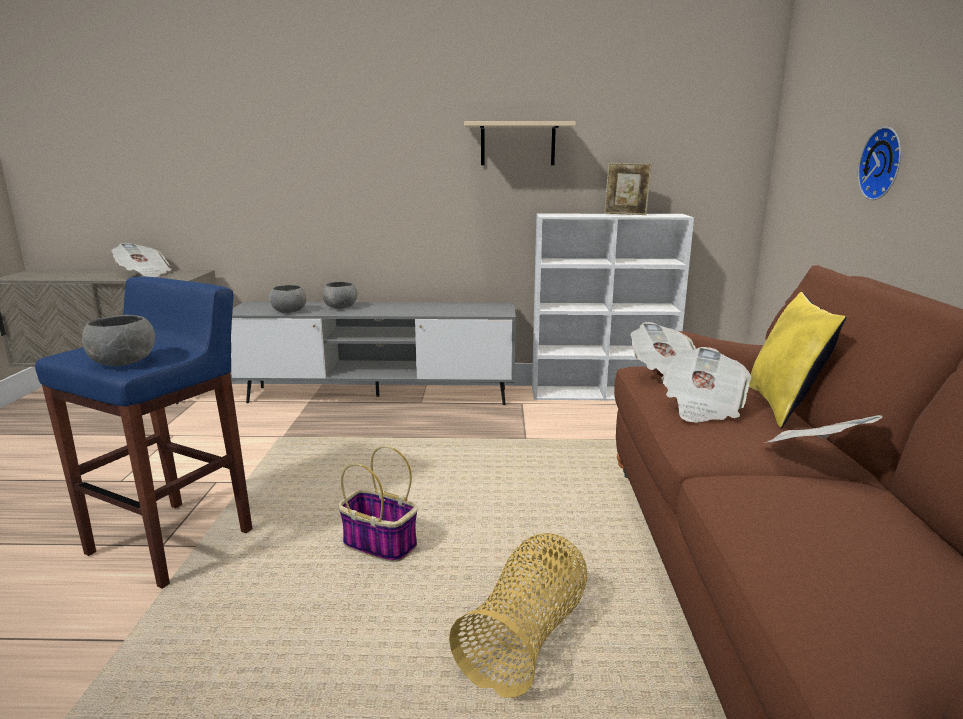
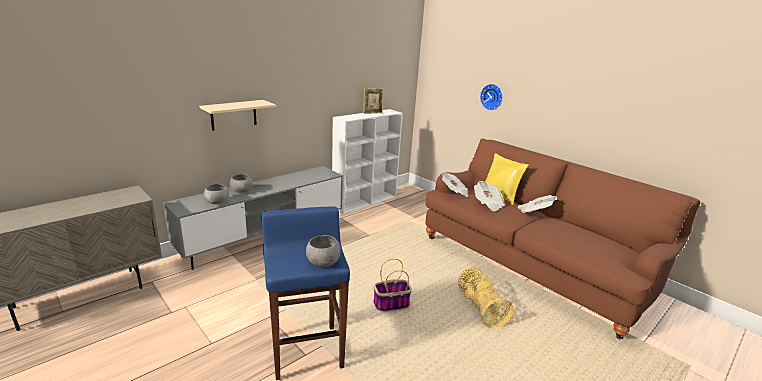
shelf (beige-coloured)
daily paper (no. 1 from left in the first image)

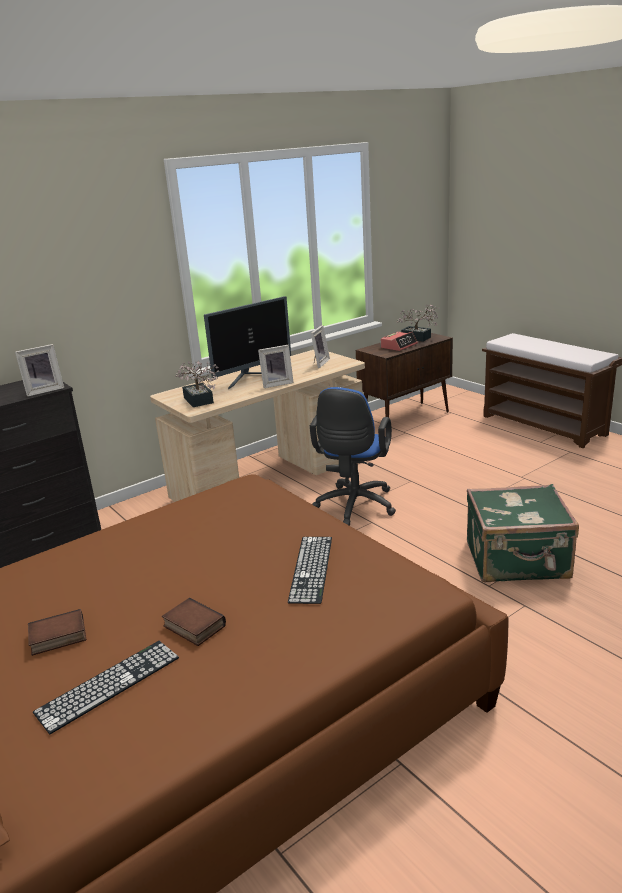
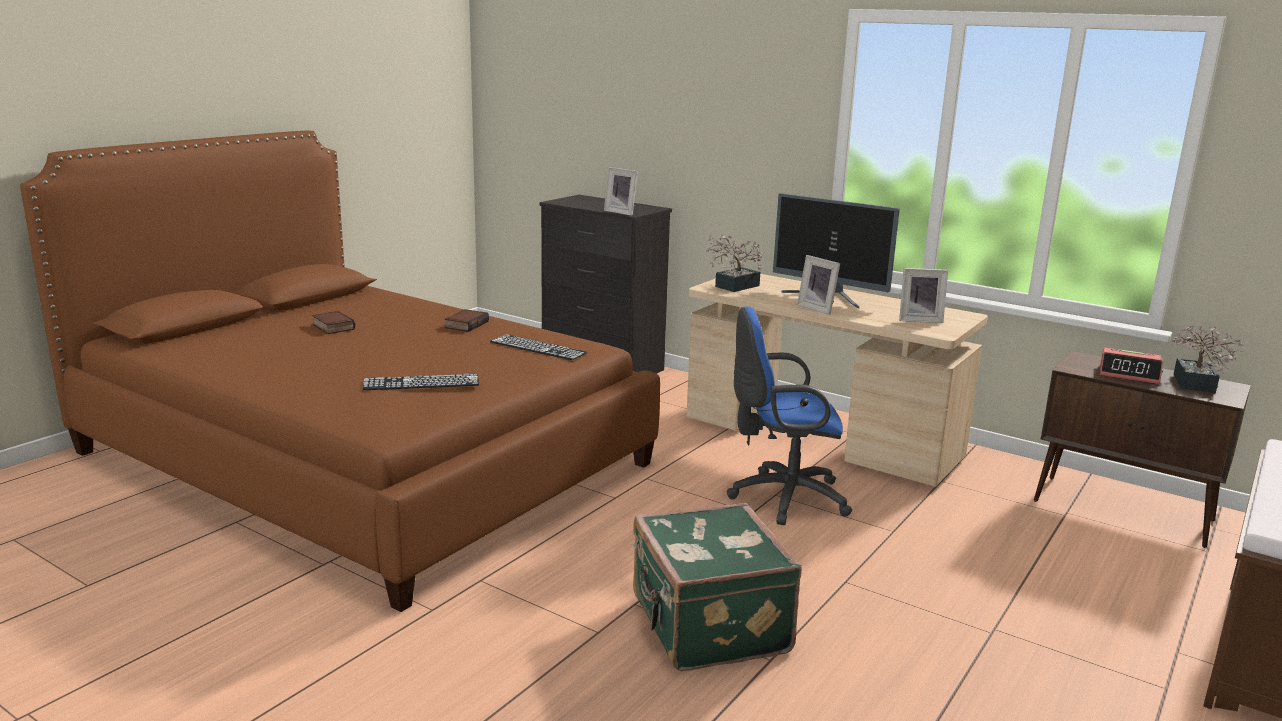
volume (no. 2 from left)
PC keyboard (no. 2 from left)

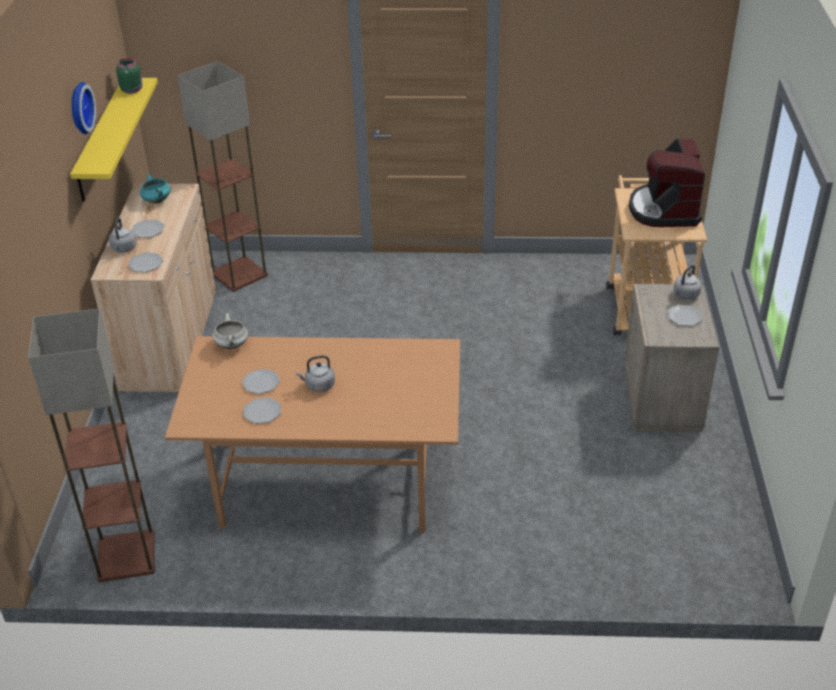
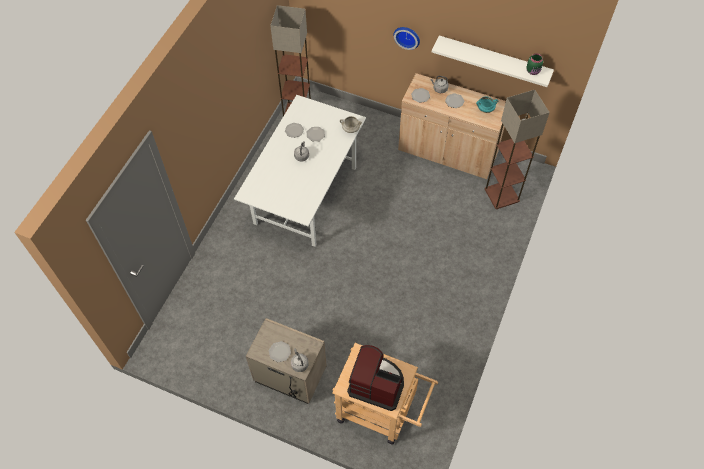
kitchen table (white)
hanging clock
shelf (white)

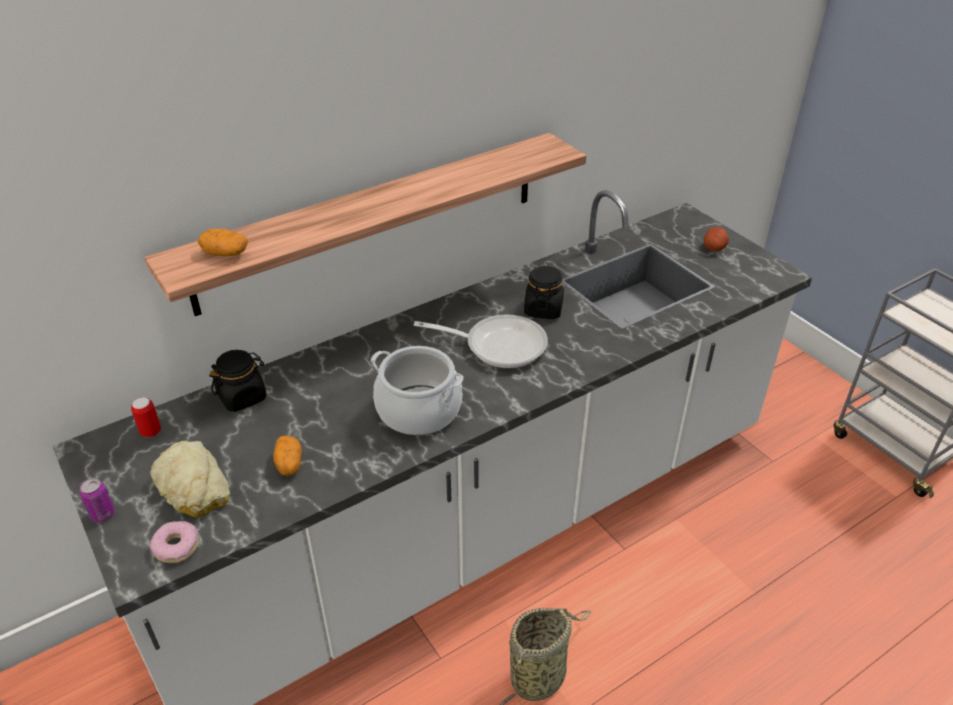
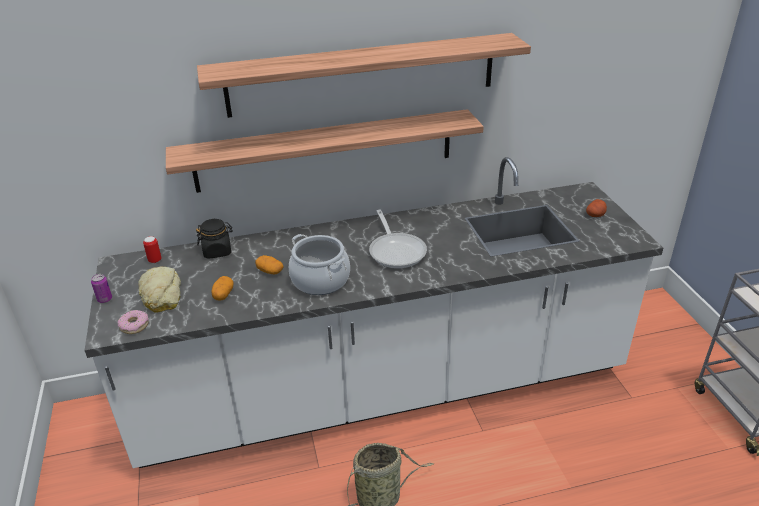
shelf (no. 2 from left)
potato (no. 2 from left)
skillet
preserve jar (black) (no. 2 from left in the first image)

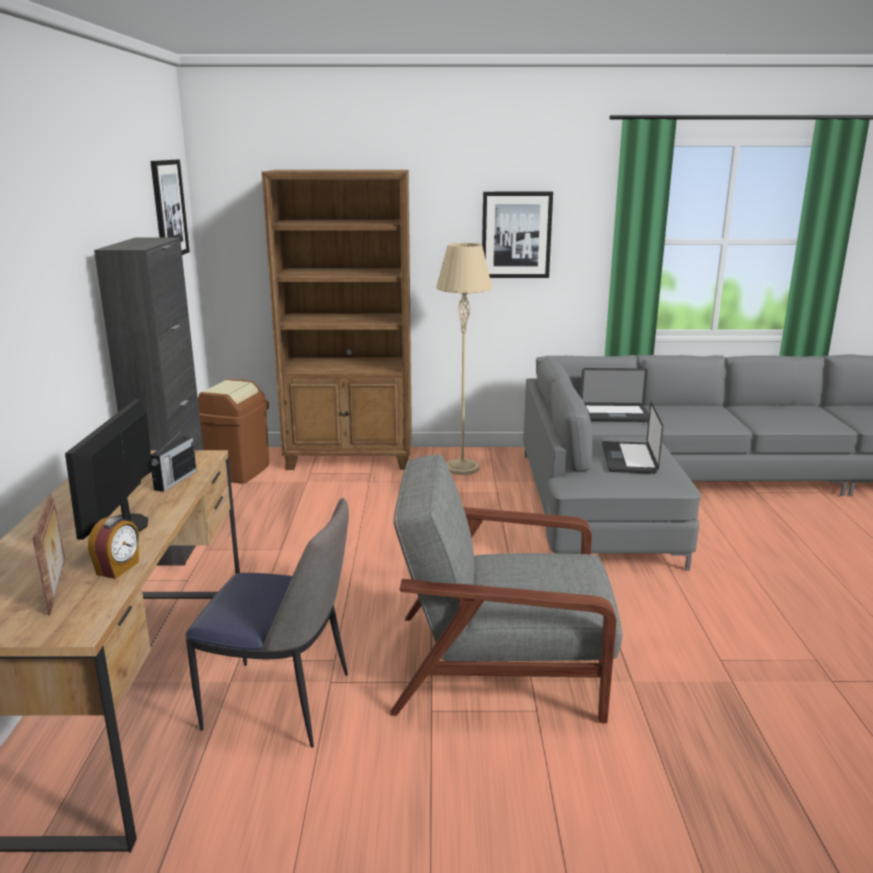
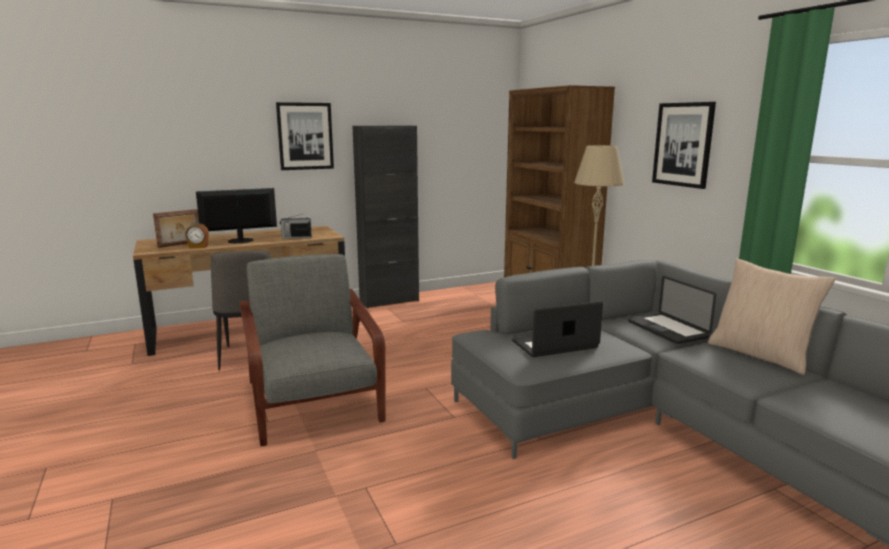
wall picture (no. 1 from left)
cushion (beige-coloured)
trash can (brownish)

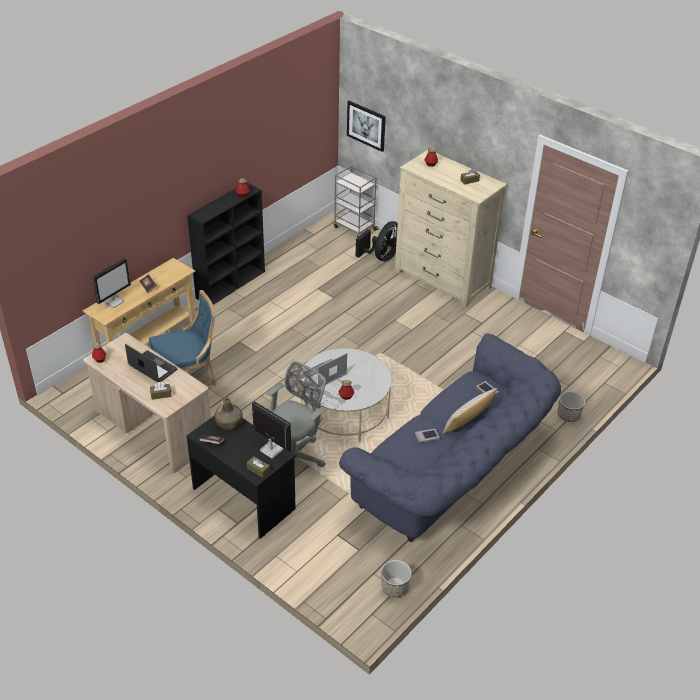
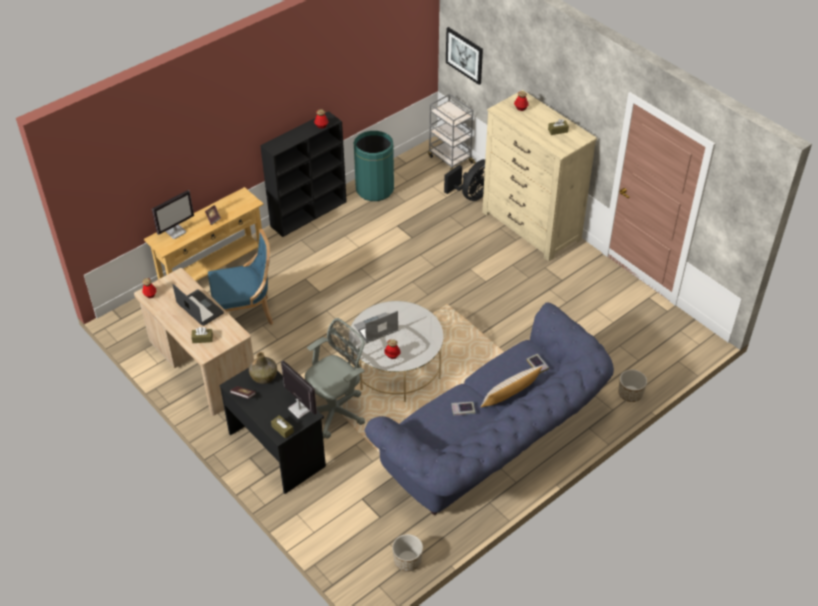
trash can (green-coloured)

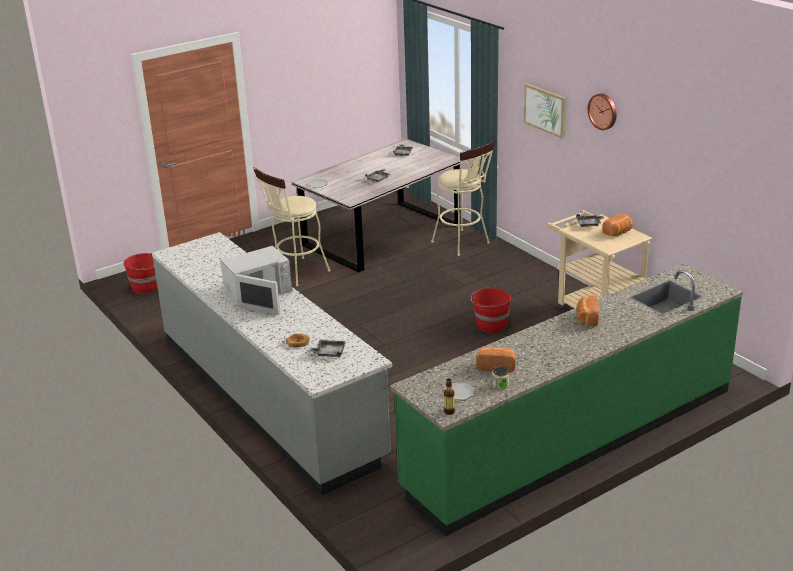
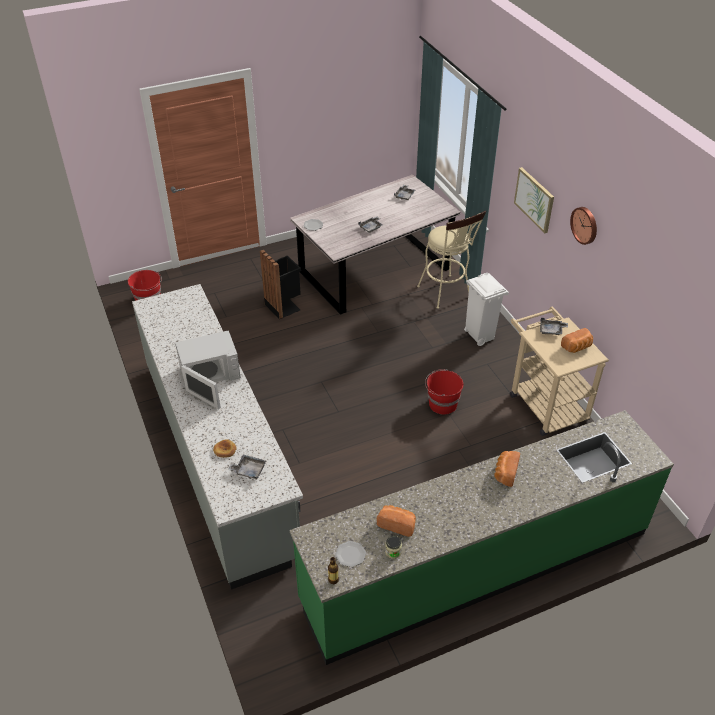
trash can (black)
trash can (white)

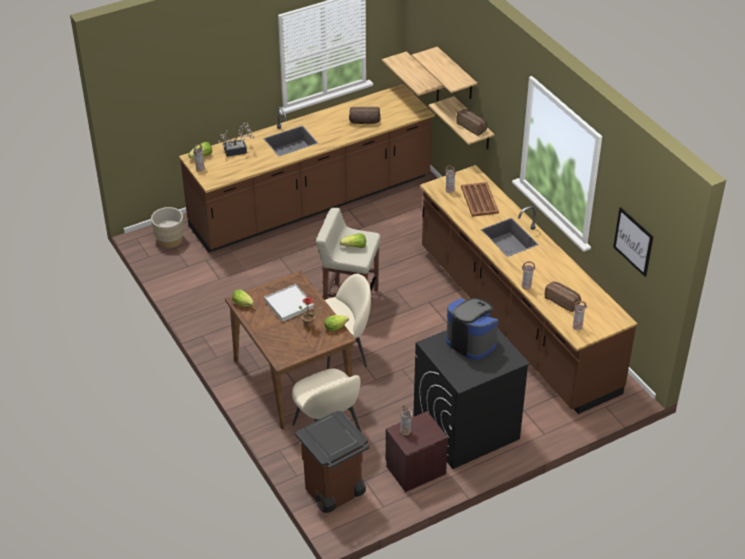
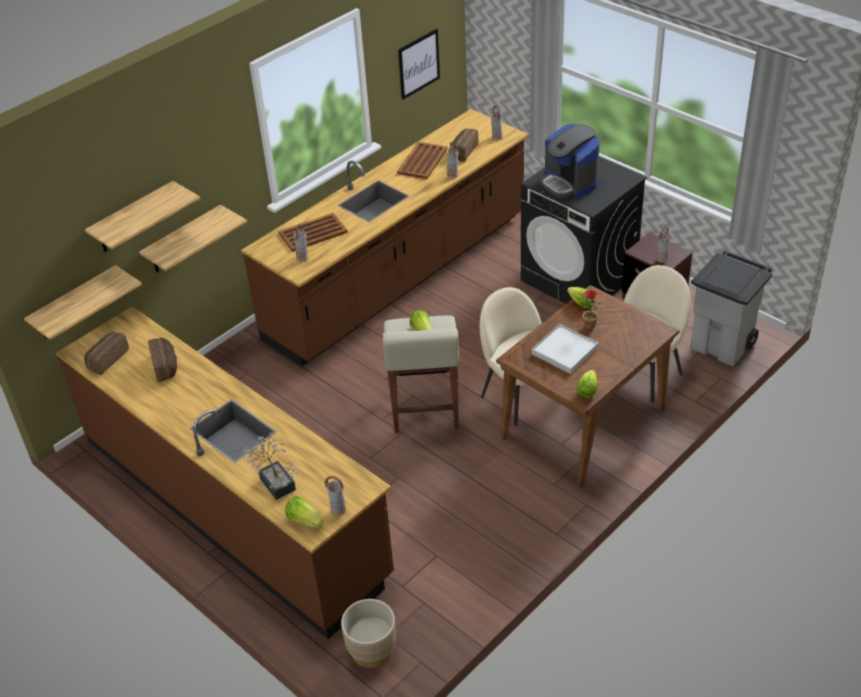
baked bread (no. 1 from left)
tray (brownish) (no. 2 from left)
coffee brewer
trash can (grey)

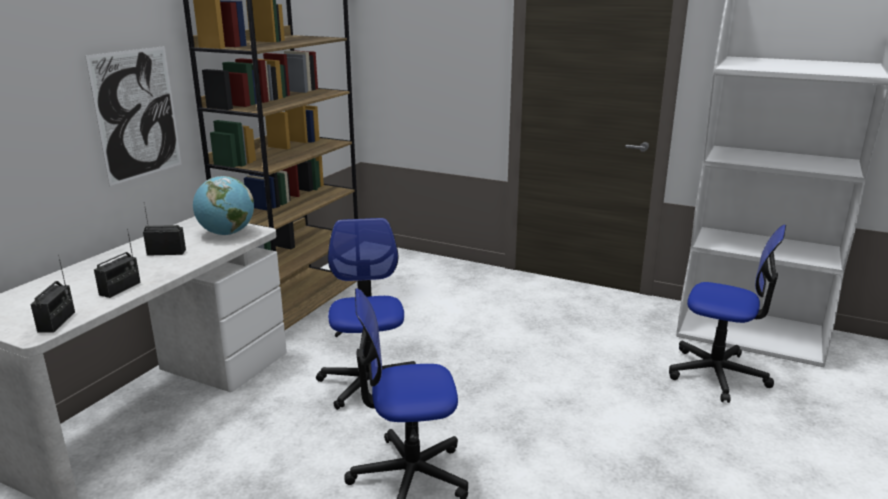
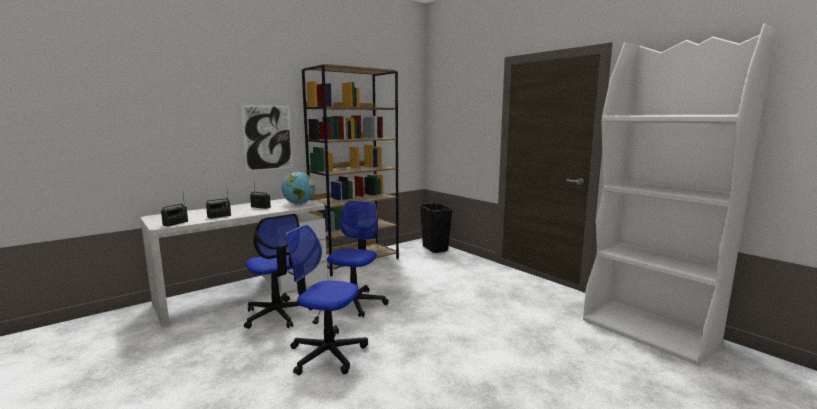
desk chair (no. 1 from left)
trash can (black)

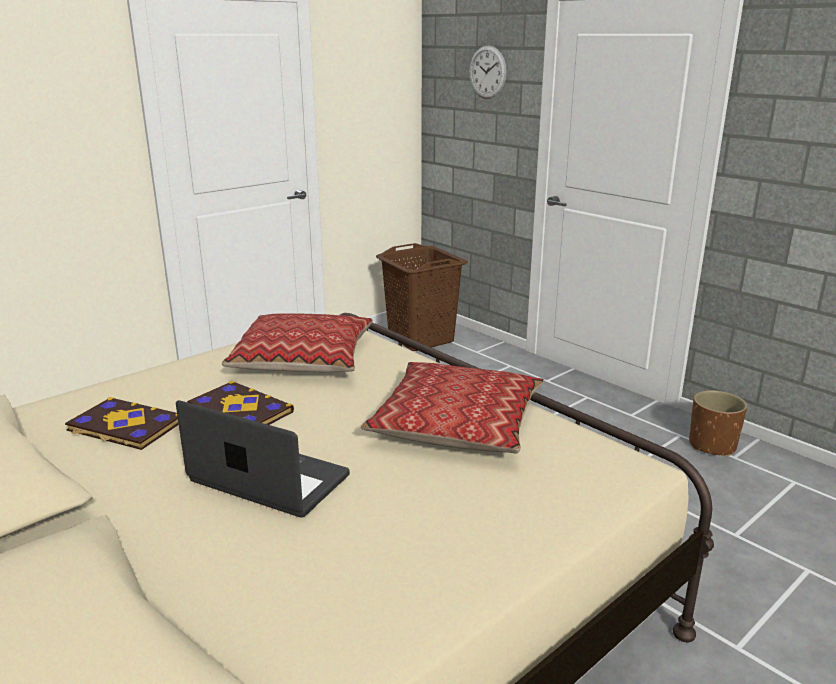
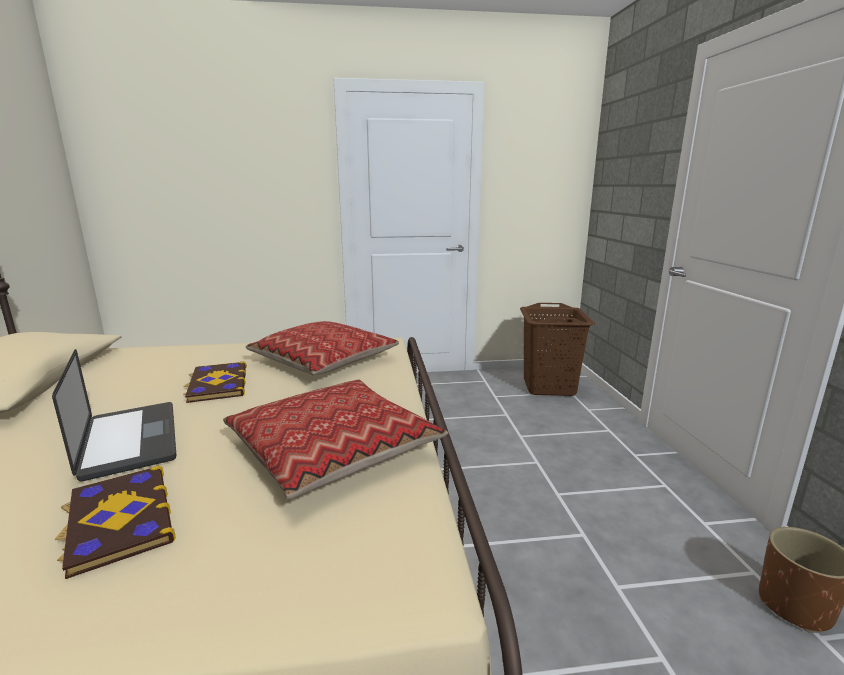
volume (no. 1 from left)
hanging clock

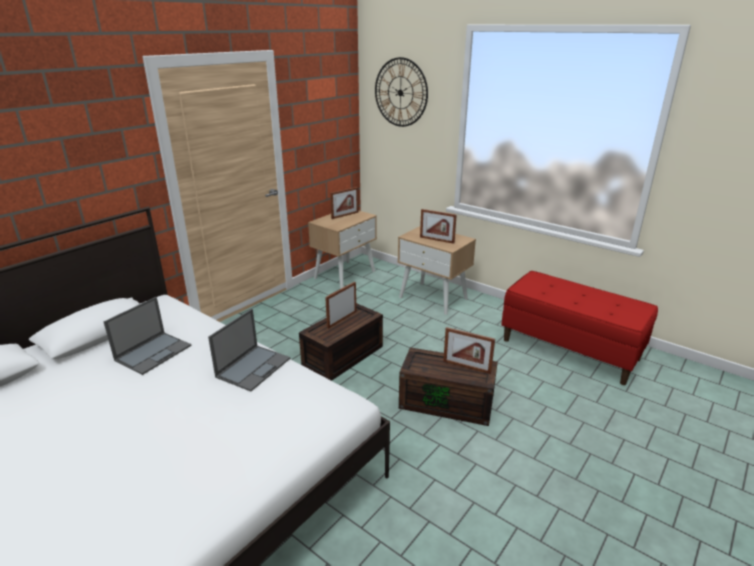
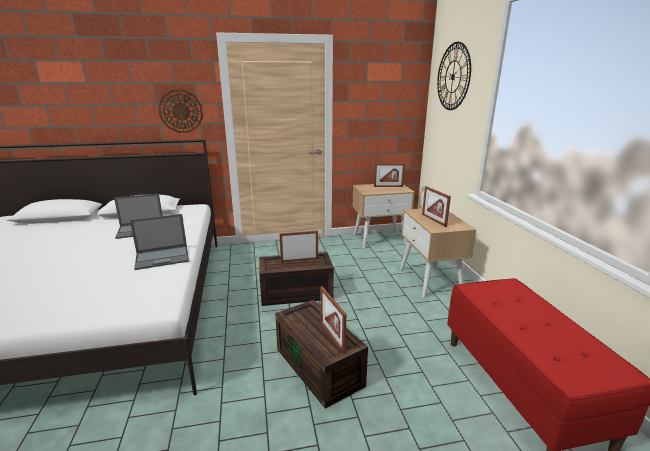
hanging clock (no. 1 from left)

